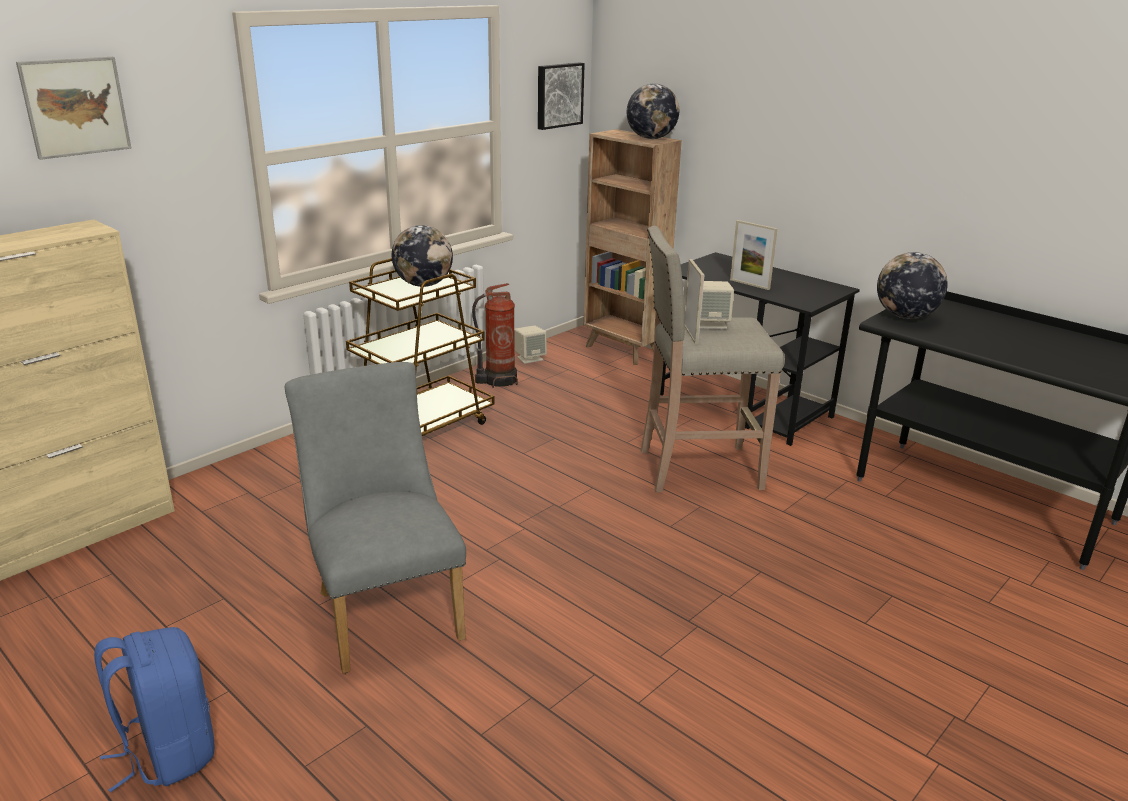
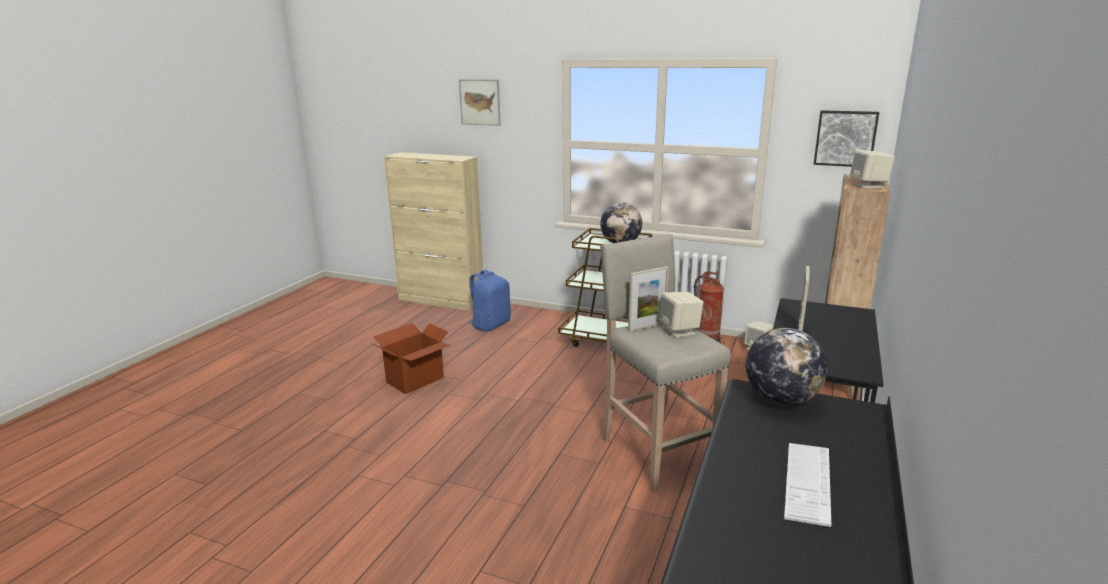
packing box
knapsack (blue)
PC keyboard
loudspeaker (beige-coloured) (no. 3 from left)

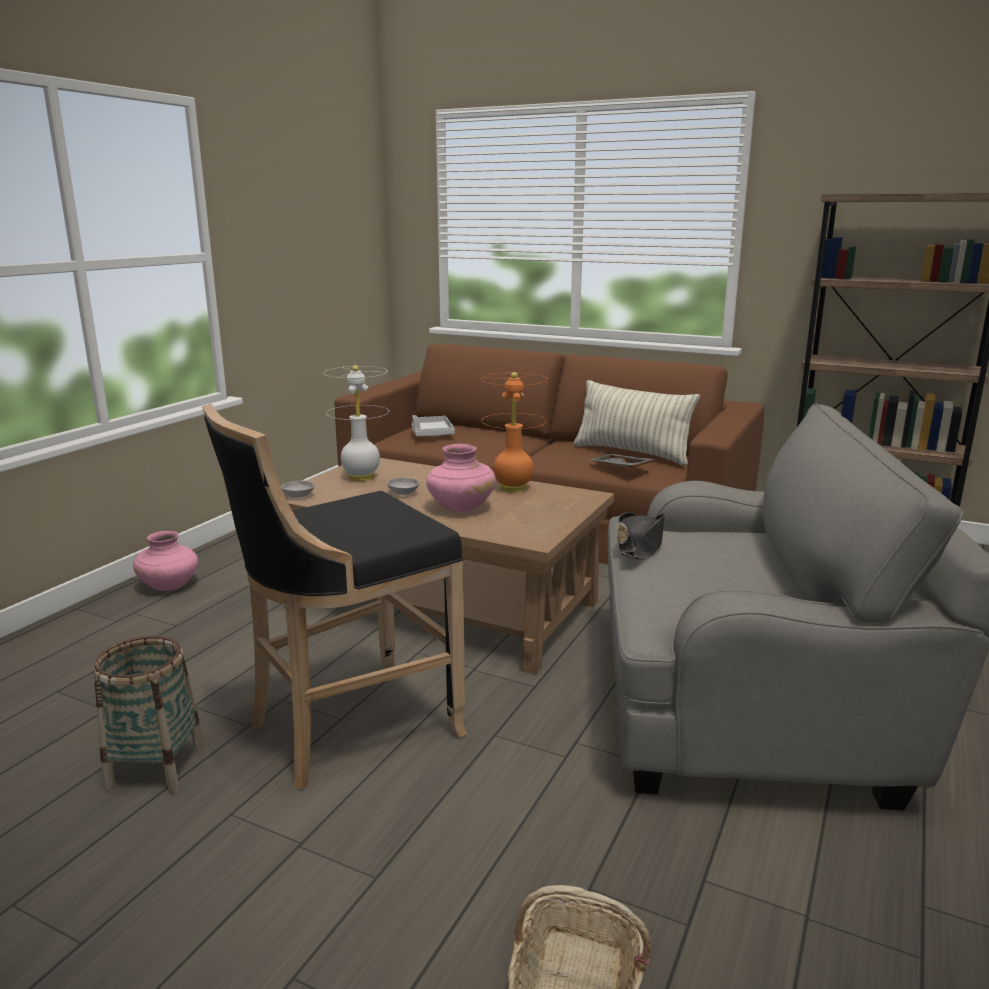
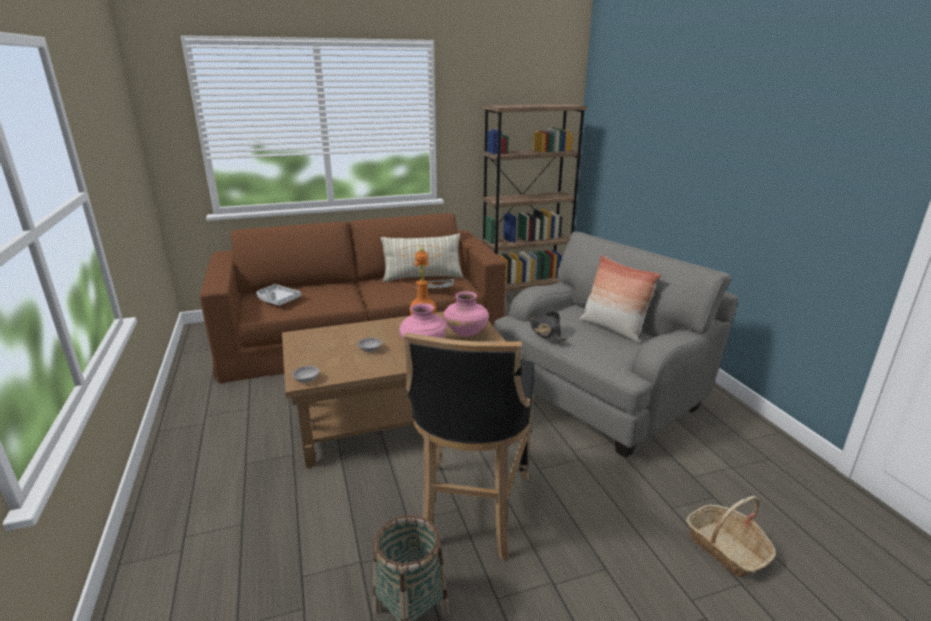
vase (pink) (no. 2 from left)
cushion (no. 2 from left)
tabletop lamp (white)

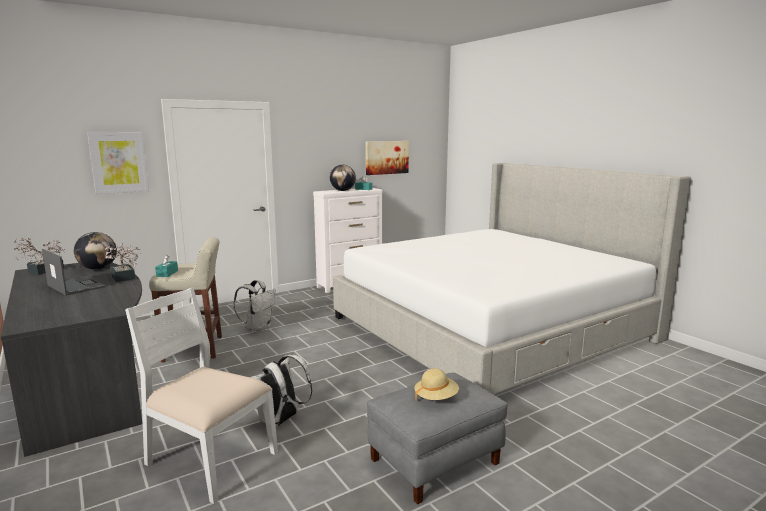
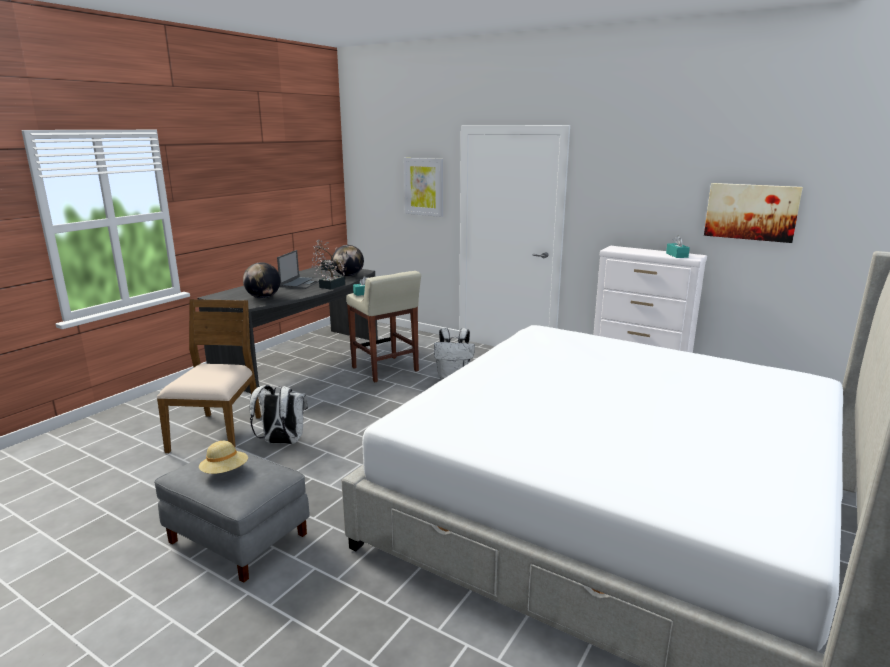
upright chair (brownish)
desk globe (no. 1 from left)

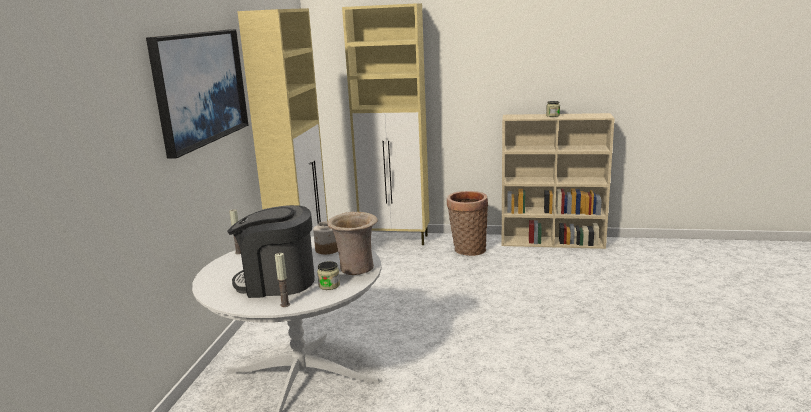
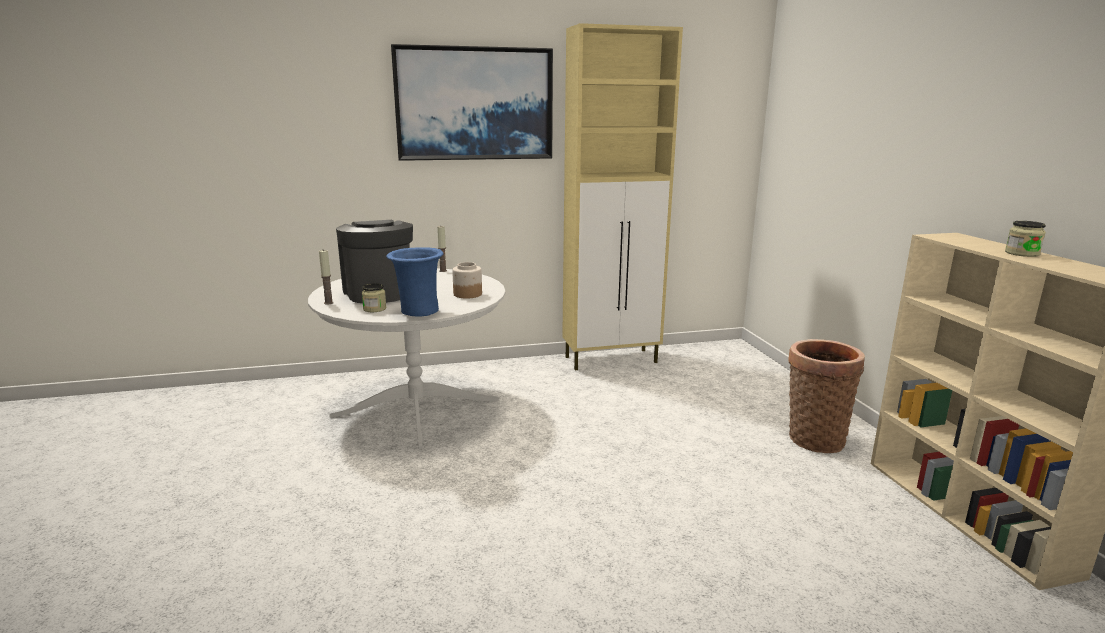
vase (blue)
cupboard (beige-coloured) (no. 2 from left in the first image)

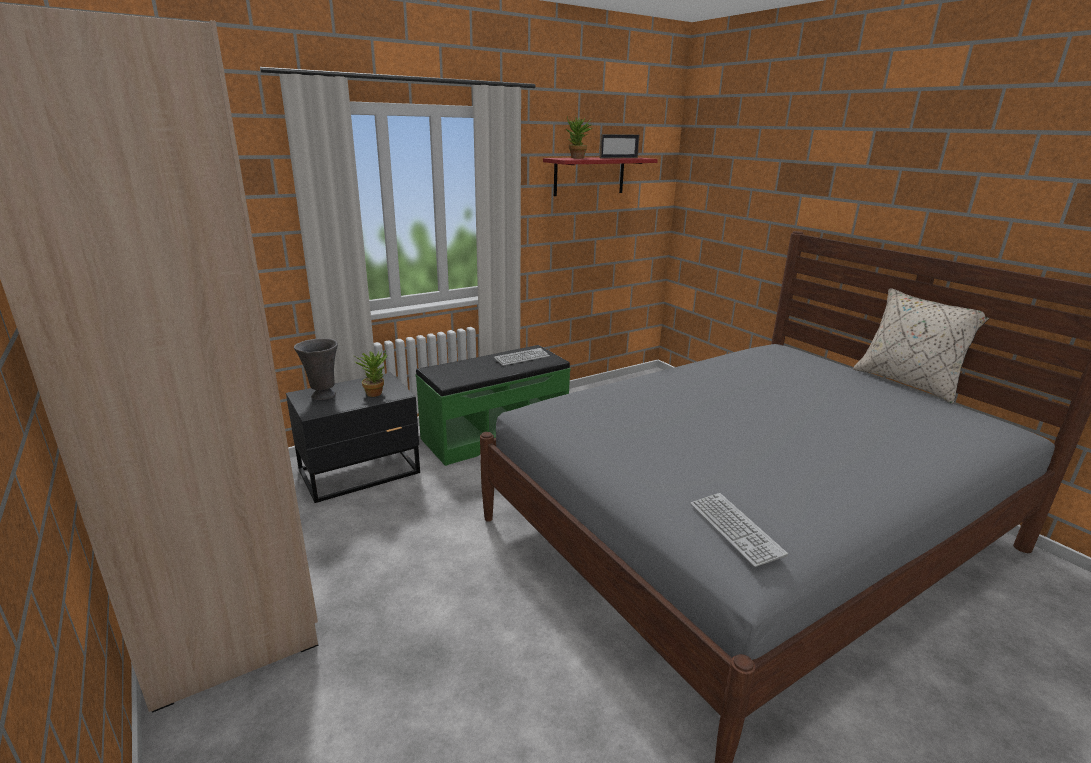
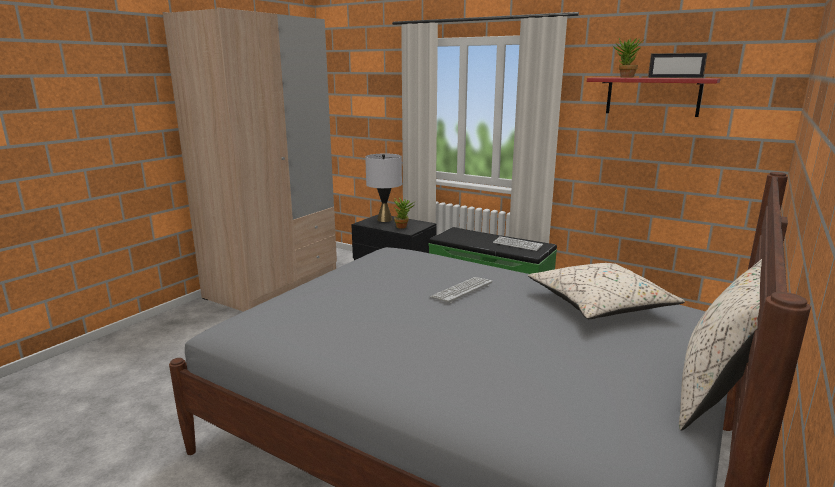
tabletop lamp (grey)
PC keyboard (no. 1 from left)
cushion (beige-coloured) (no. 1 from left)

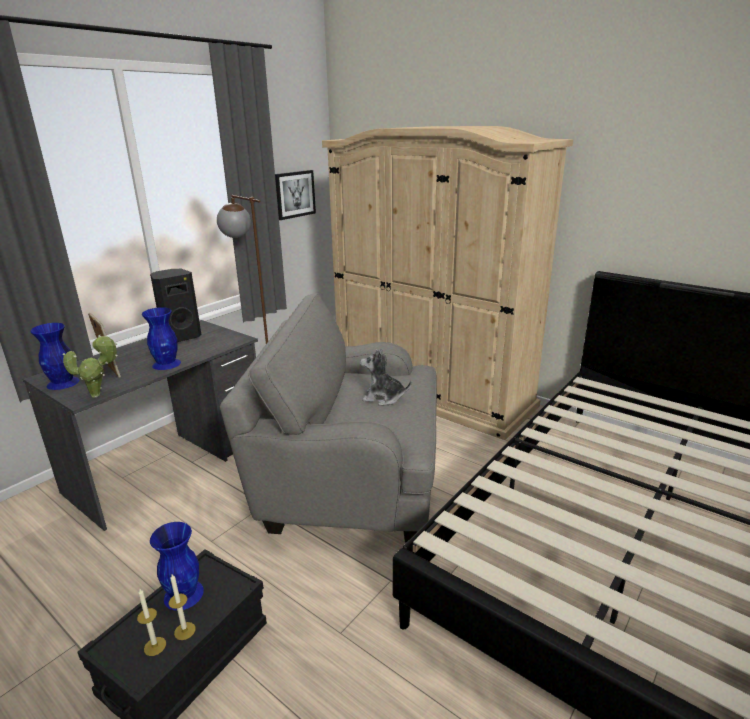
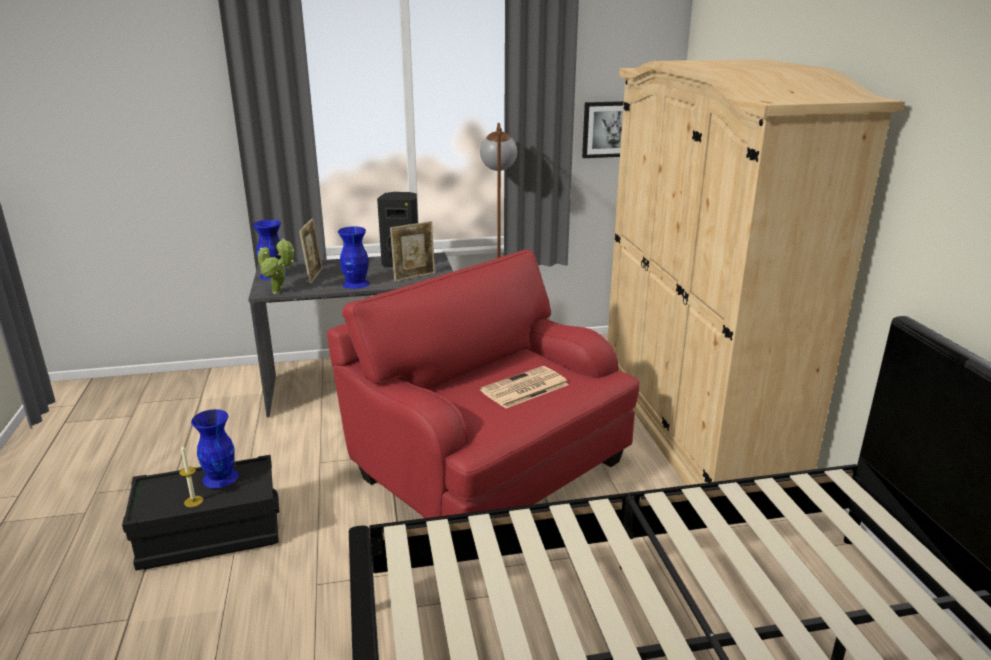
lounge chair (red)
photo frame (no. 2 from left)
daily paper
candle (no. 1 from left in the first image)

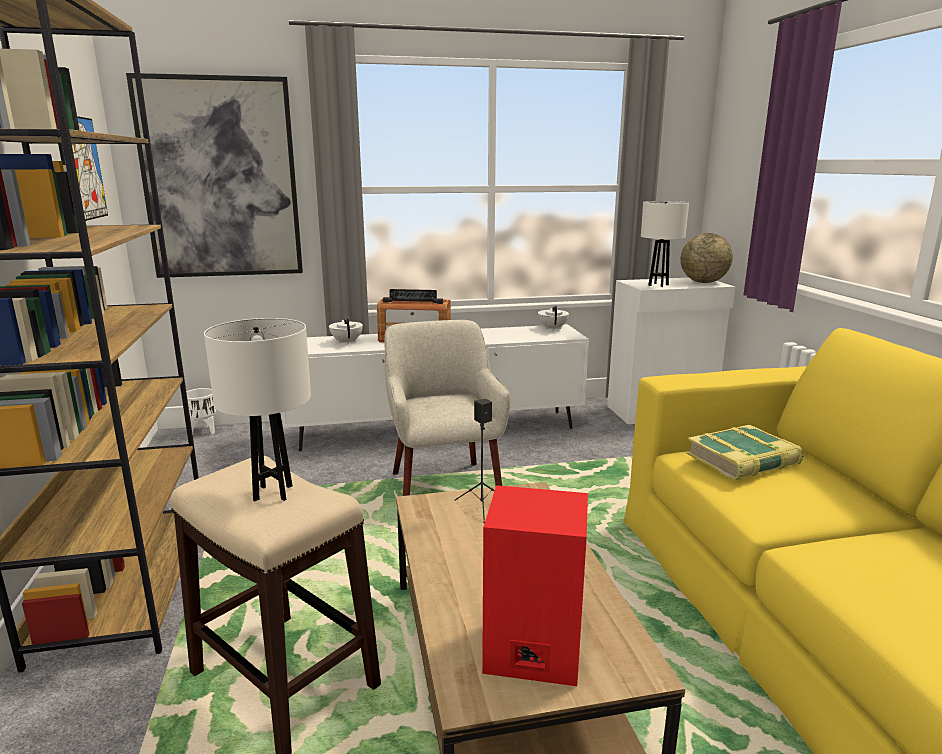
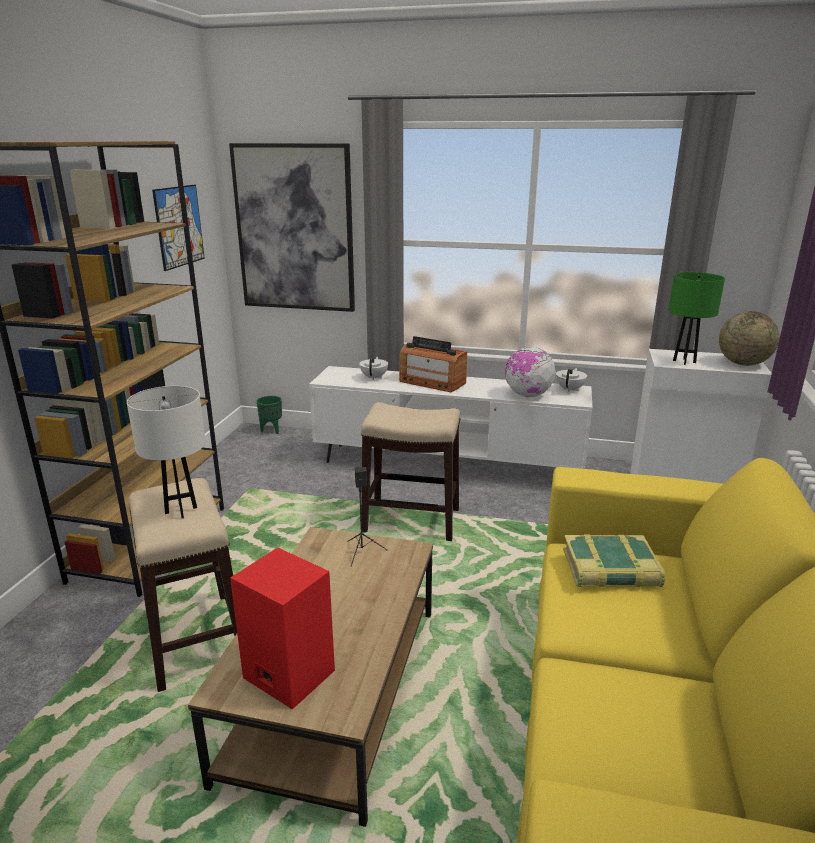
plant pot (green-coloured)
stool seat (no. 2 from left)
desk globe (no. 1 from left)
tabletop lamp (green-coloured)

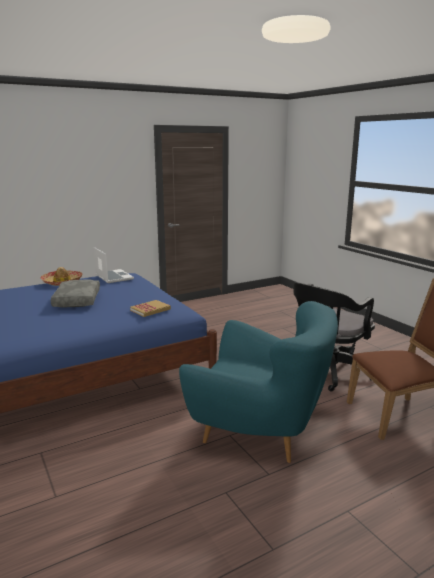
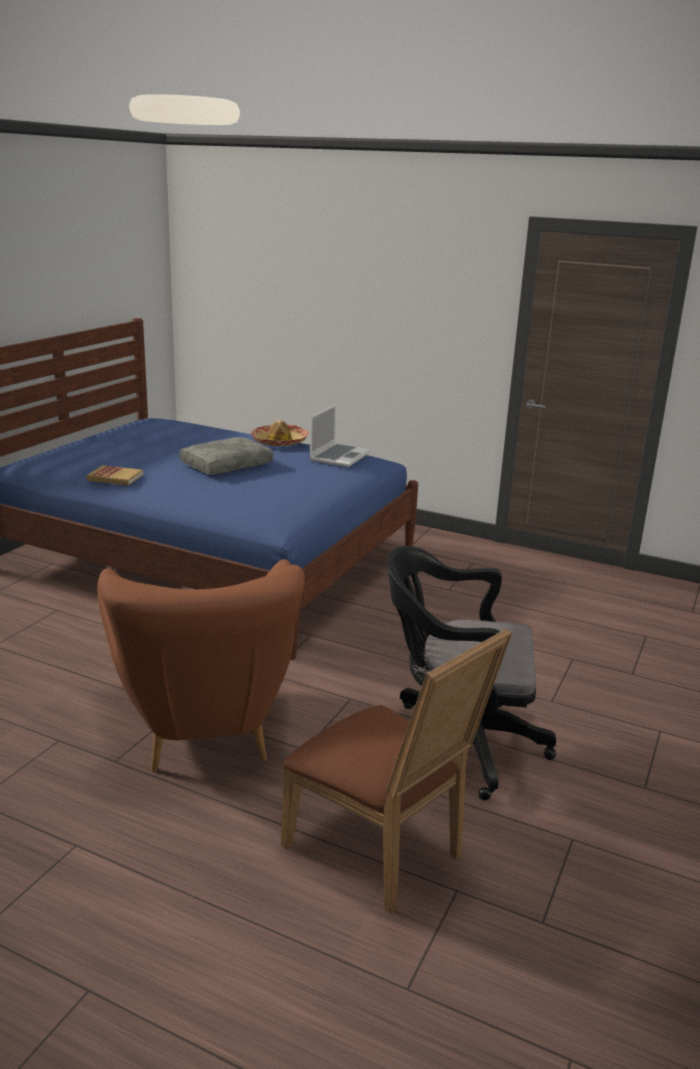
volume
lounge chair (brownish)

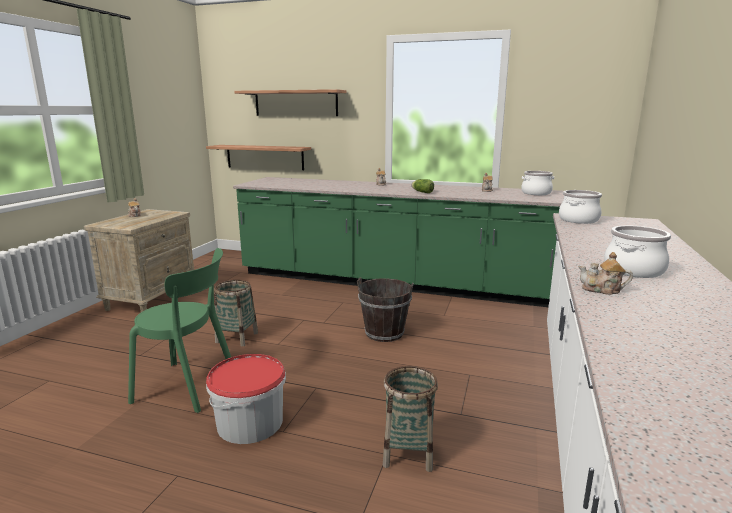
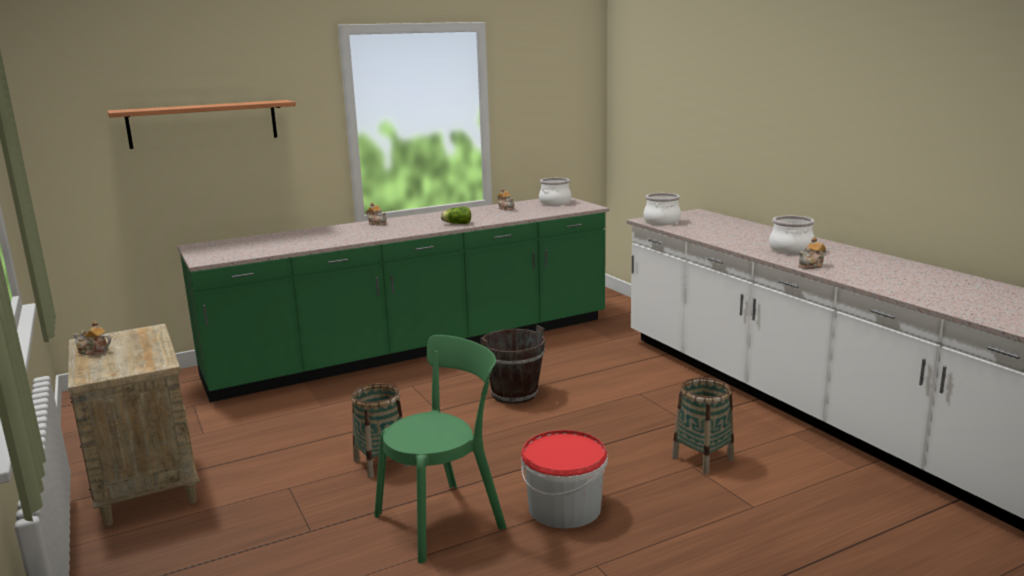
shelf (no. 1 from left in the first image)

